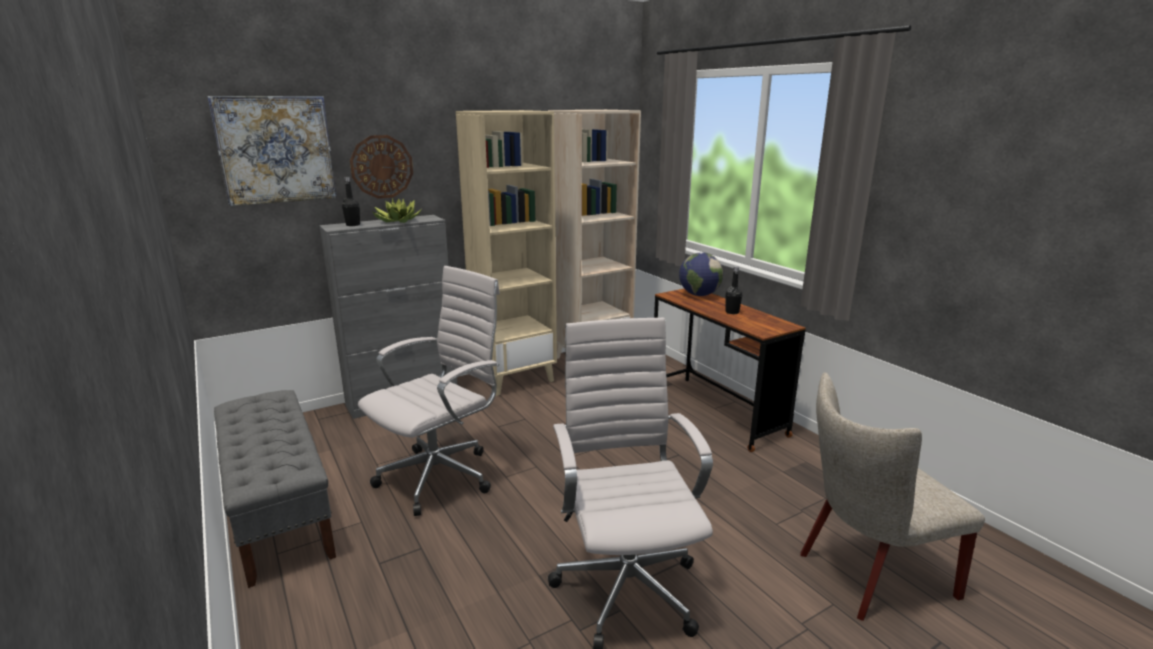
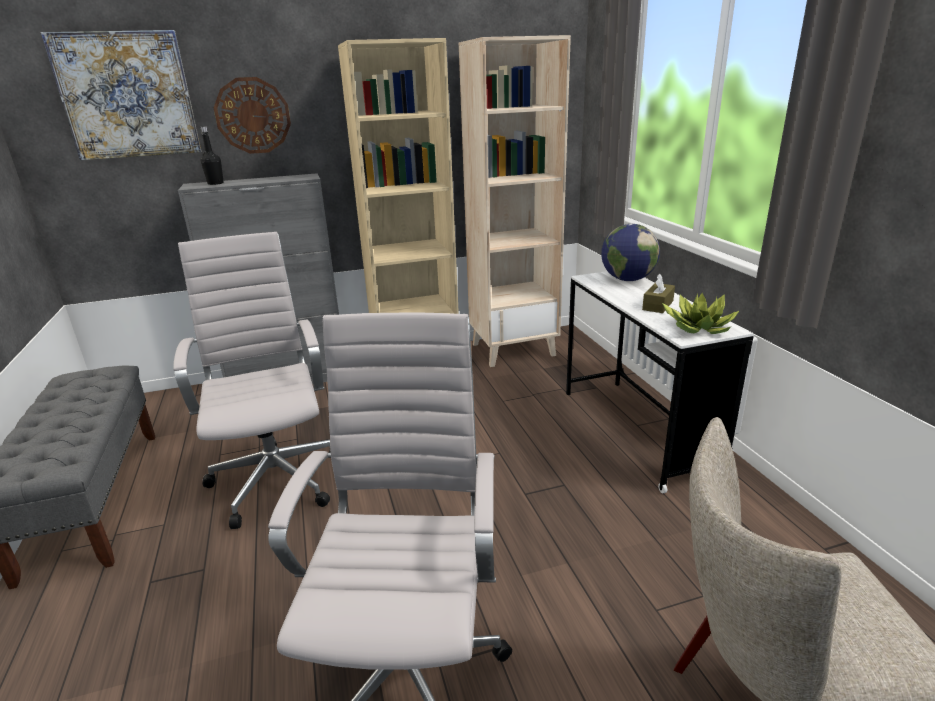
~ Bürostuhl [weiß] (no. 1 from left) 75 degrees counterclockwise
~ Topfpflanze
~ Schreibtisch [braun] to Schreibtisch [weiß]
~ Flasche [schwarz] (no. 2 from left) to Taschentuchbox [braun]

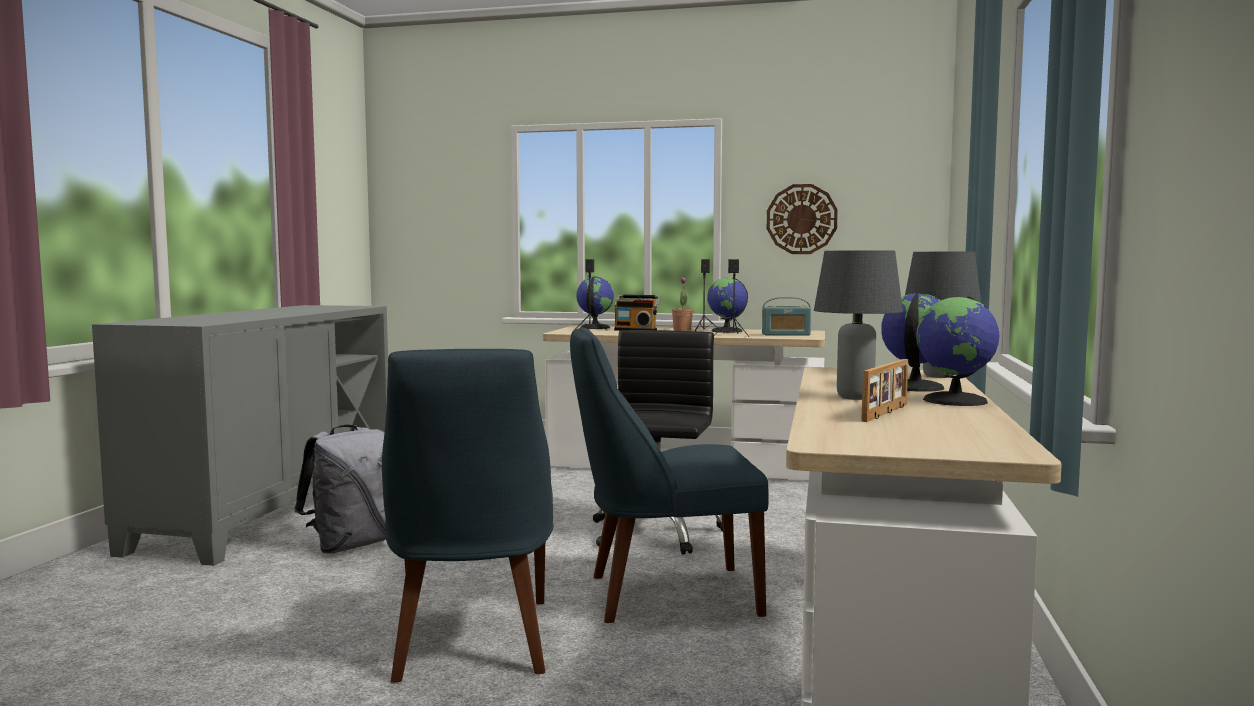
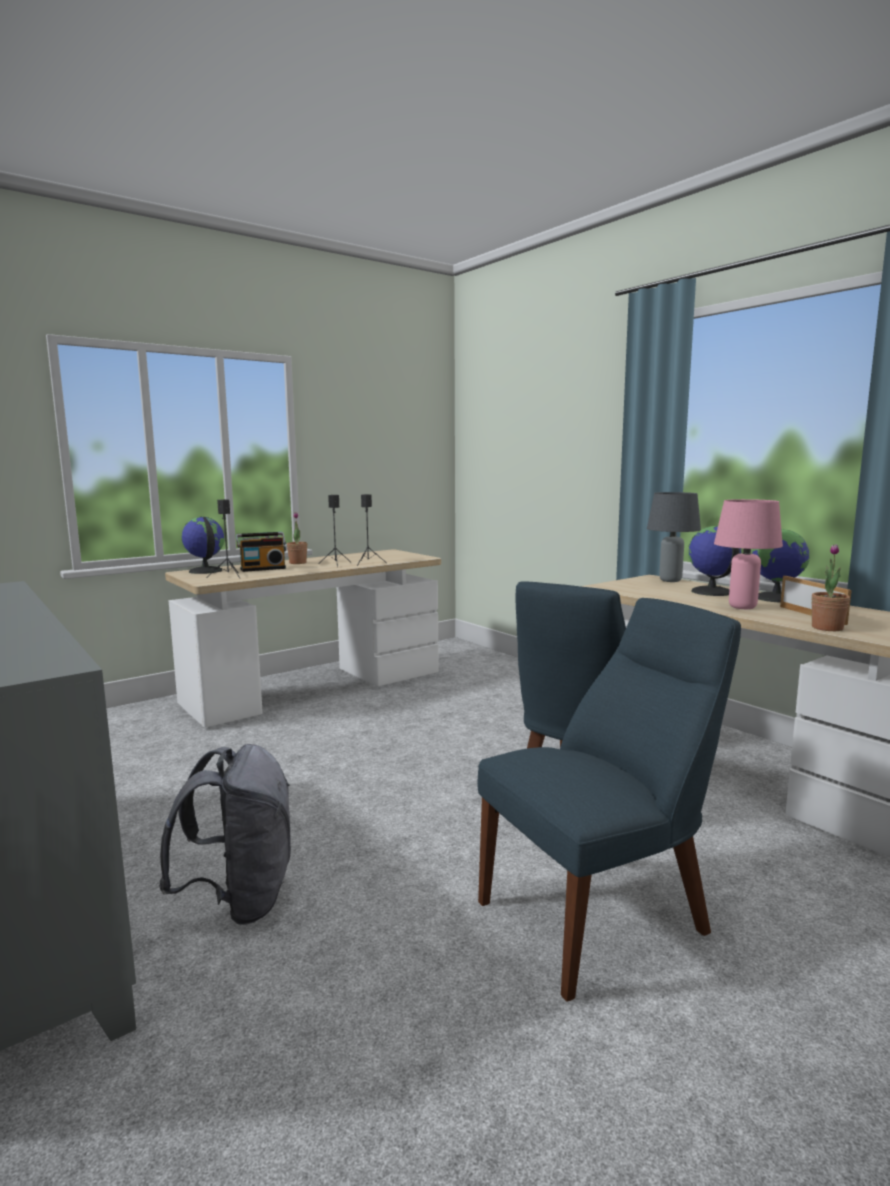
~ Stuhl [blau] (no. 1 from left in the first image) 60 degrees counterclockwise
- Bürostuhl [schwarz]
- Globus (no. 2 from left)
- Radio (no. 2 from left)
- Wanduhr
~ Tischlampe [grau] (no. 1 from left) to Tischlampe [rosa]
+ Topfpflanze (no. 2 from left)

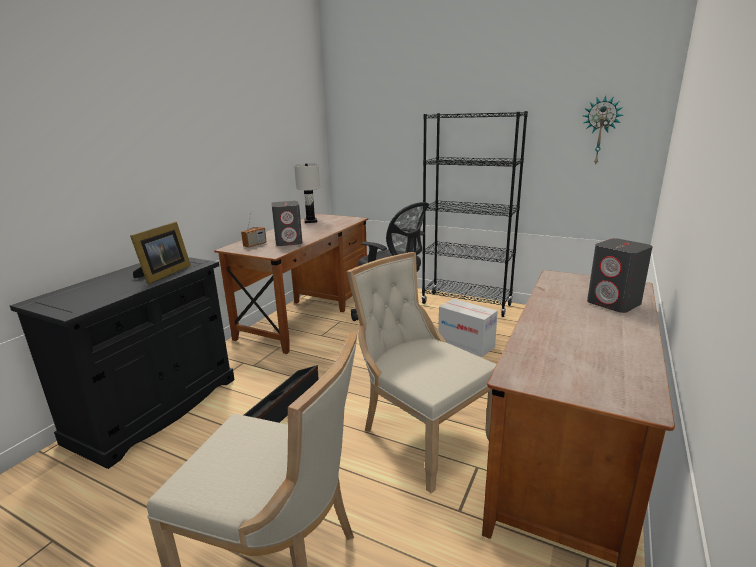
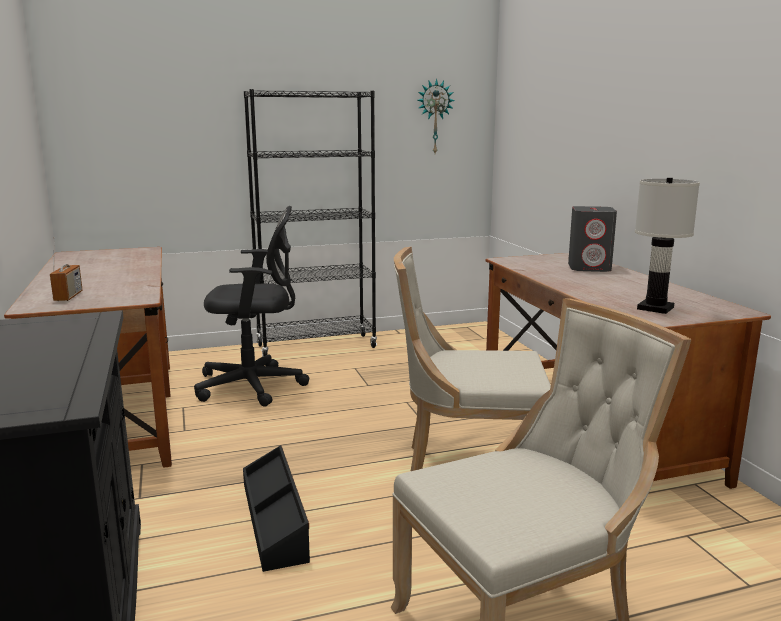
- Bilderrahmen
- Lautsprecher [grau] (no. 1 from left)
~ Tischlampe [weiß]
- Karton

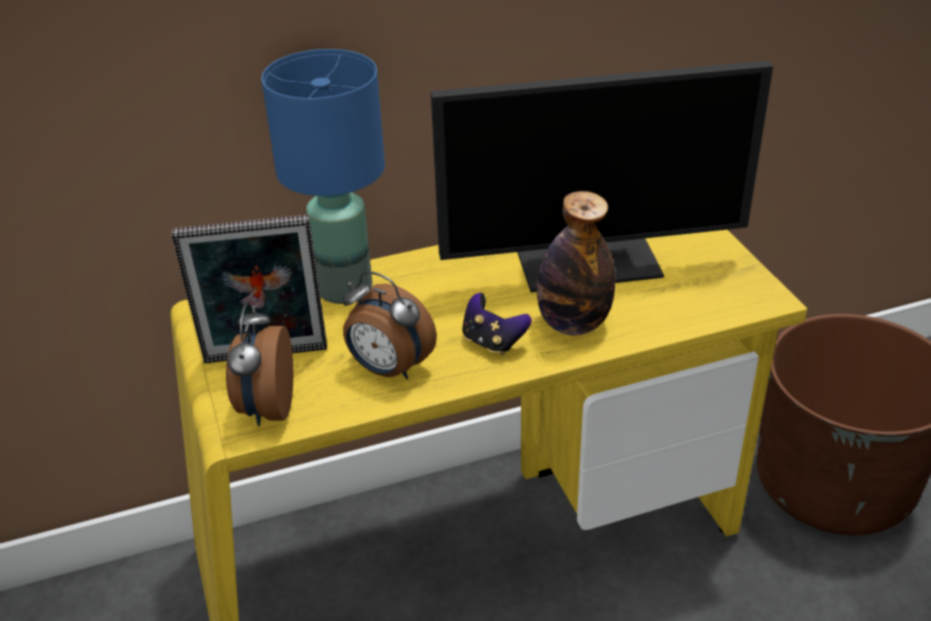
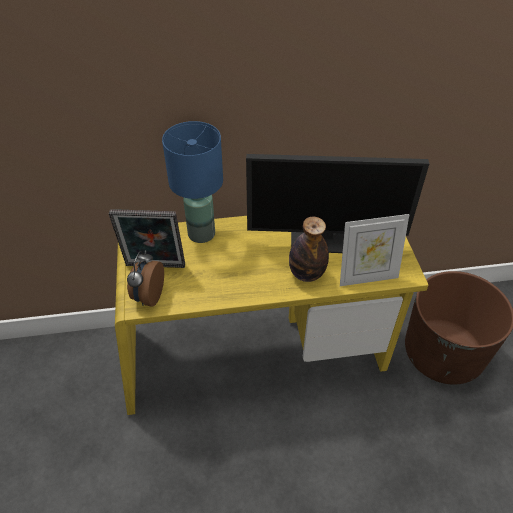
- Wecker (no. 2 from left)
- Gamepad
+ Bilderrahmen (no. 2 from left)

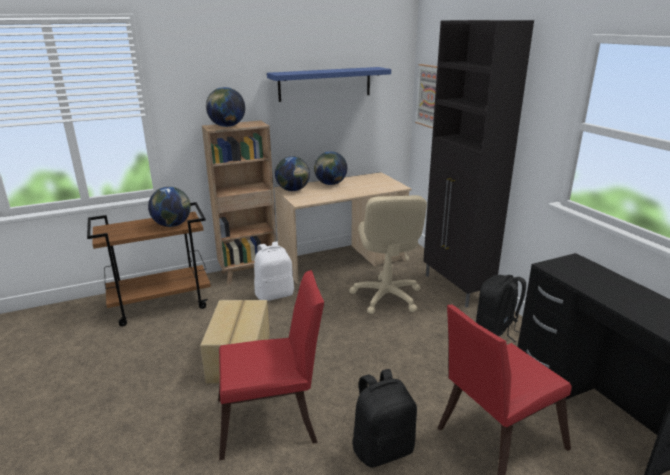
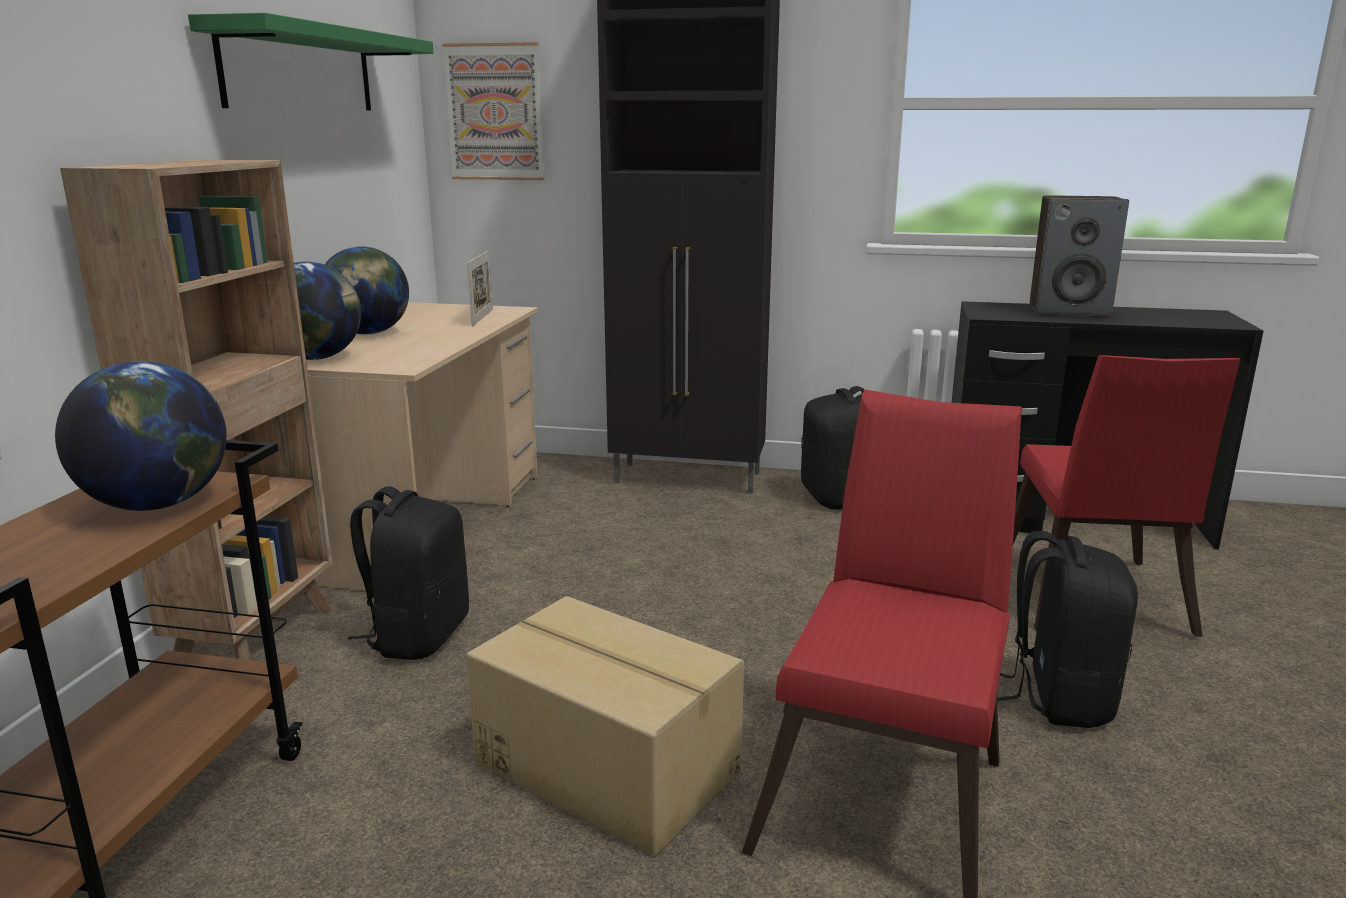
- Globus (no. 2 from left)
~ Rucksack [weiß] to Rucksack [schwarz] (no. 1 from left)
~ Wandregal [blau] to Wandregal [grün]
- Bürostuhl [beige]
+ Bilderrahmen
+ Lautsprecher

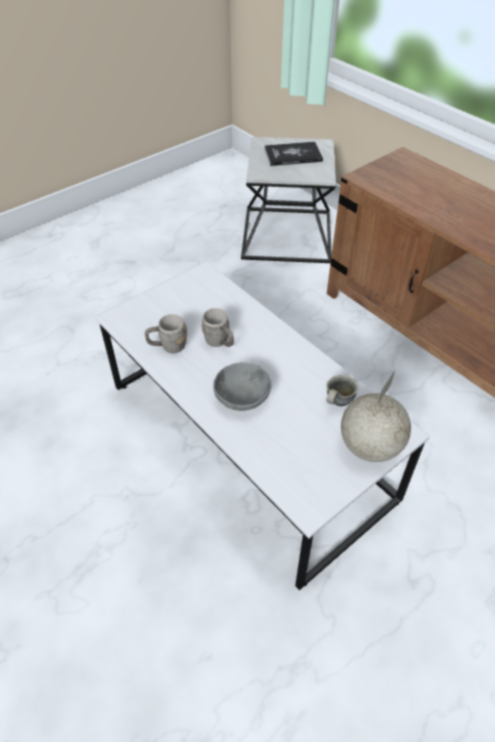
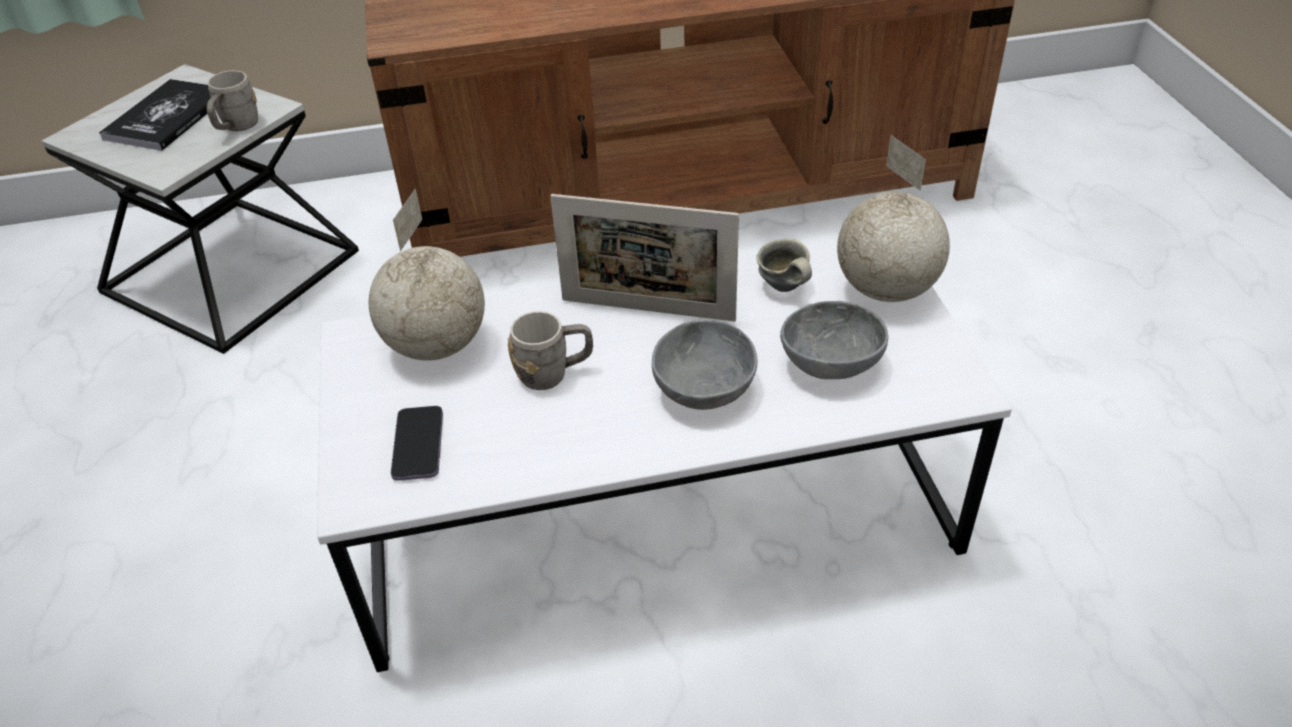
~ Henkelbecher [grau] (no. 1 from left)
+ Globus (no. 1 from left)
+ Handy
+ Bilderrahmen
+ Schüssel [grau] (no. 2 from left)

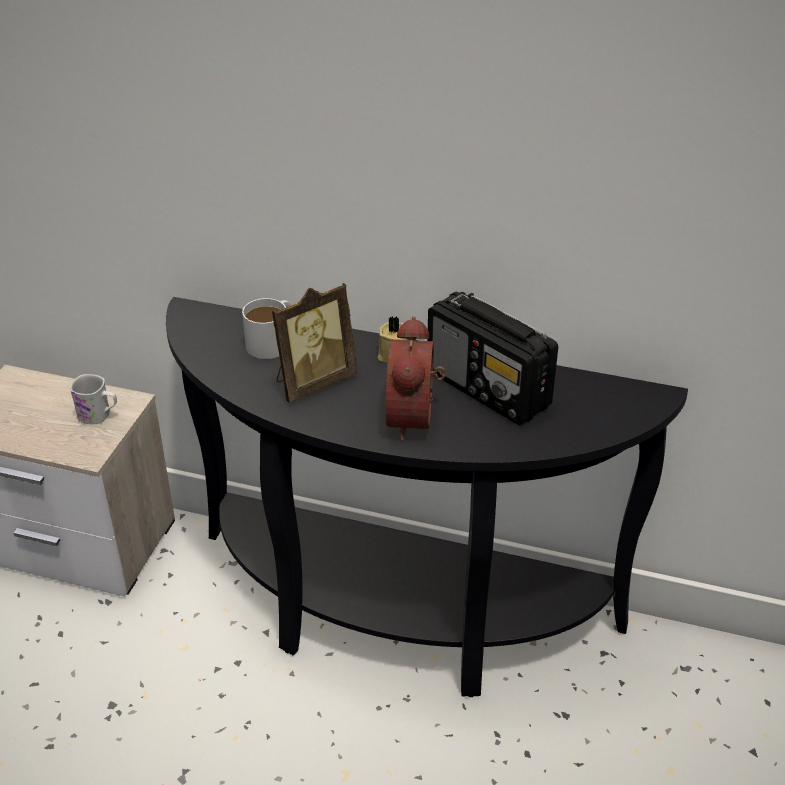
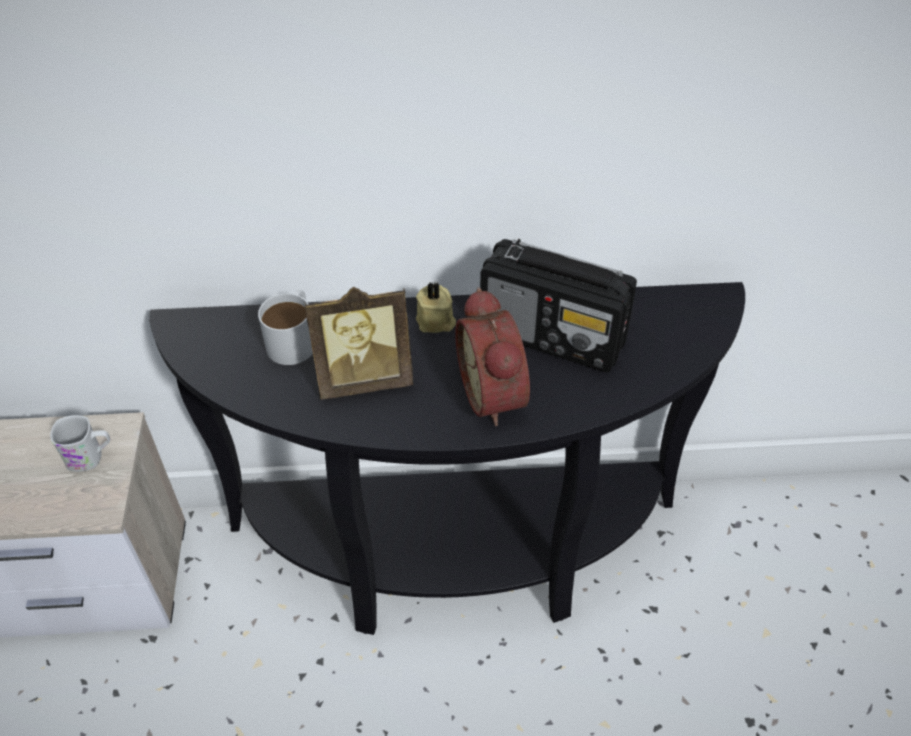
~ Bilderrahmen 45 degrees clockwise

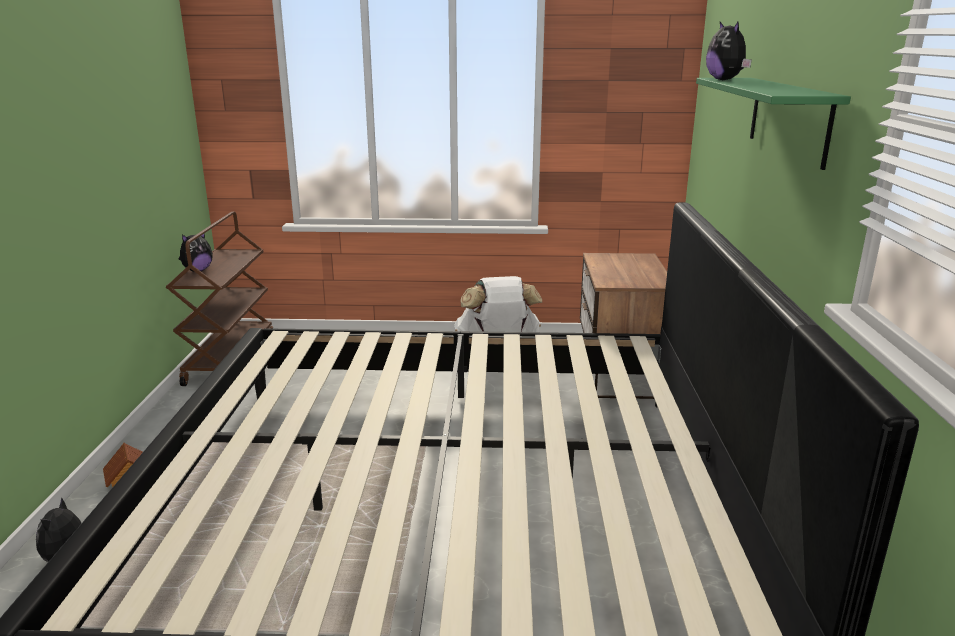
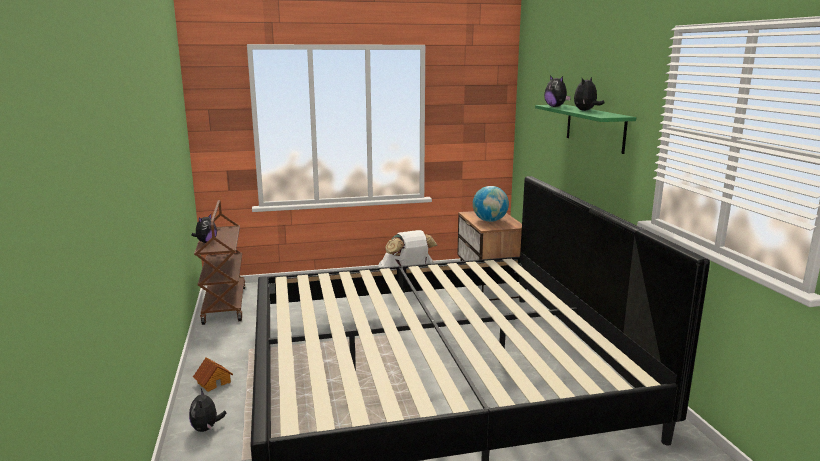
+ Globus
+ Plüschtier (no. 4 from left)

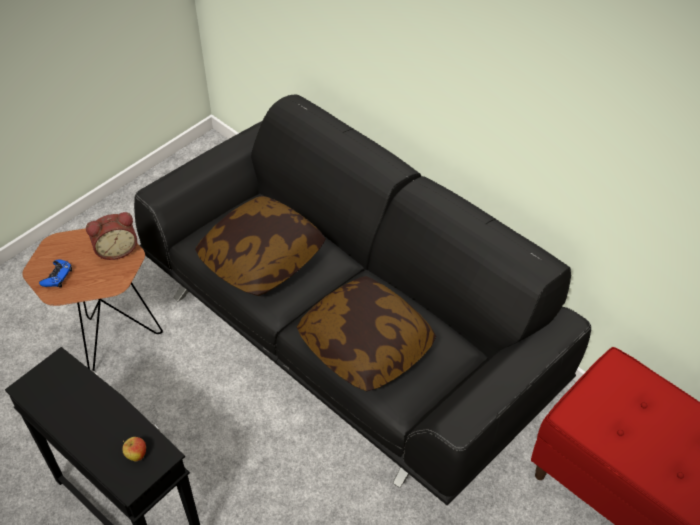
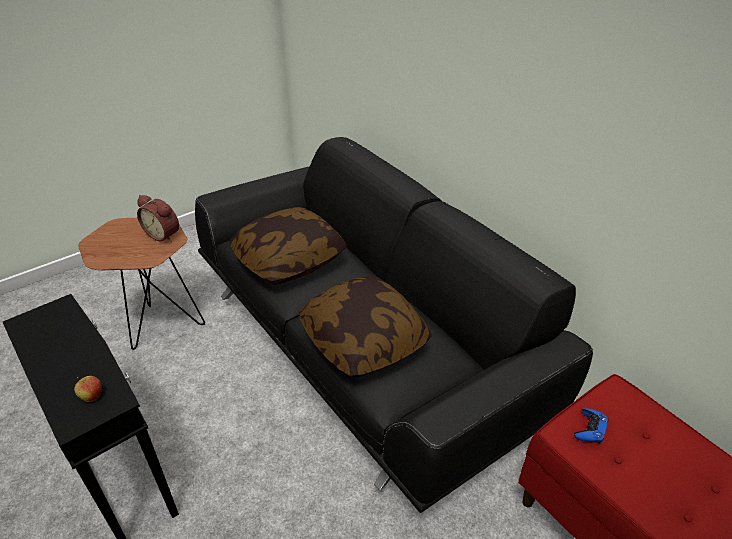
~ Gamepad [blau]
~ Wecker 45 degrees clockwise

